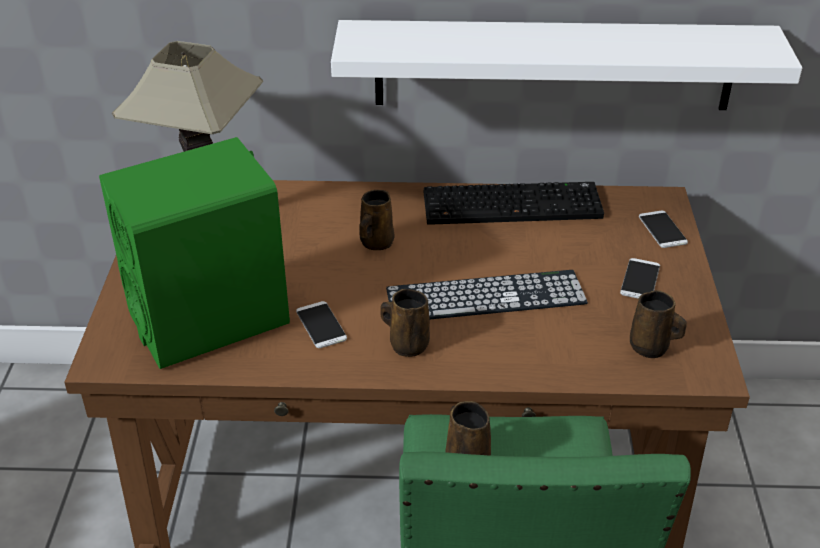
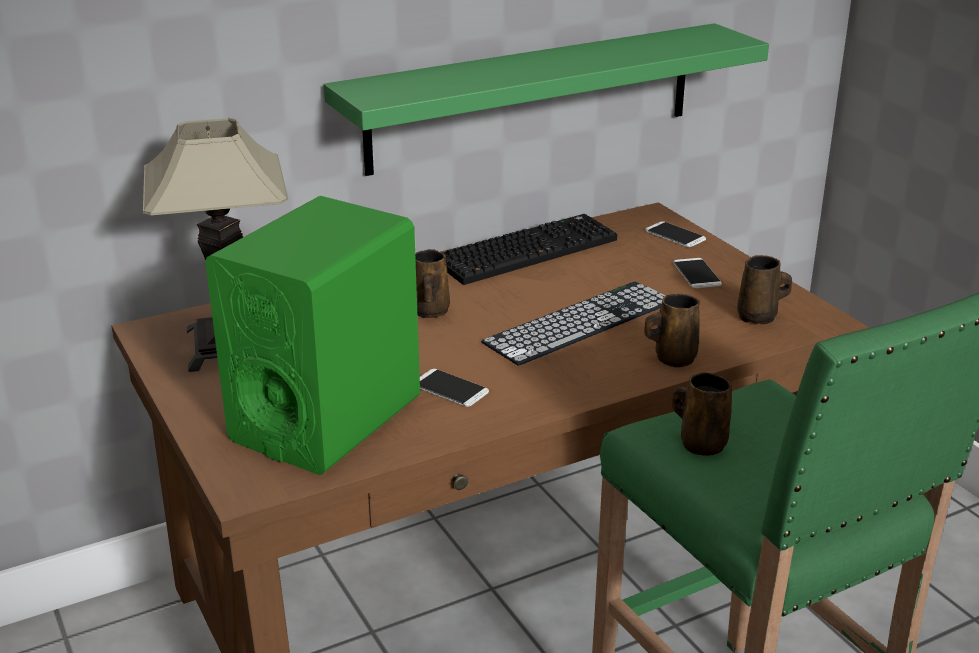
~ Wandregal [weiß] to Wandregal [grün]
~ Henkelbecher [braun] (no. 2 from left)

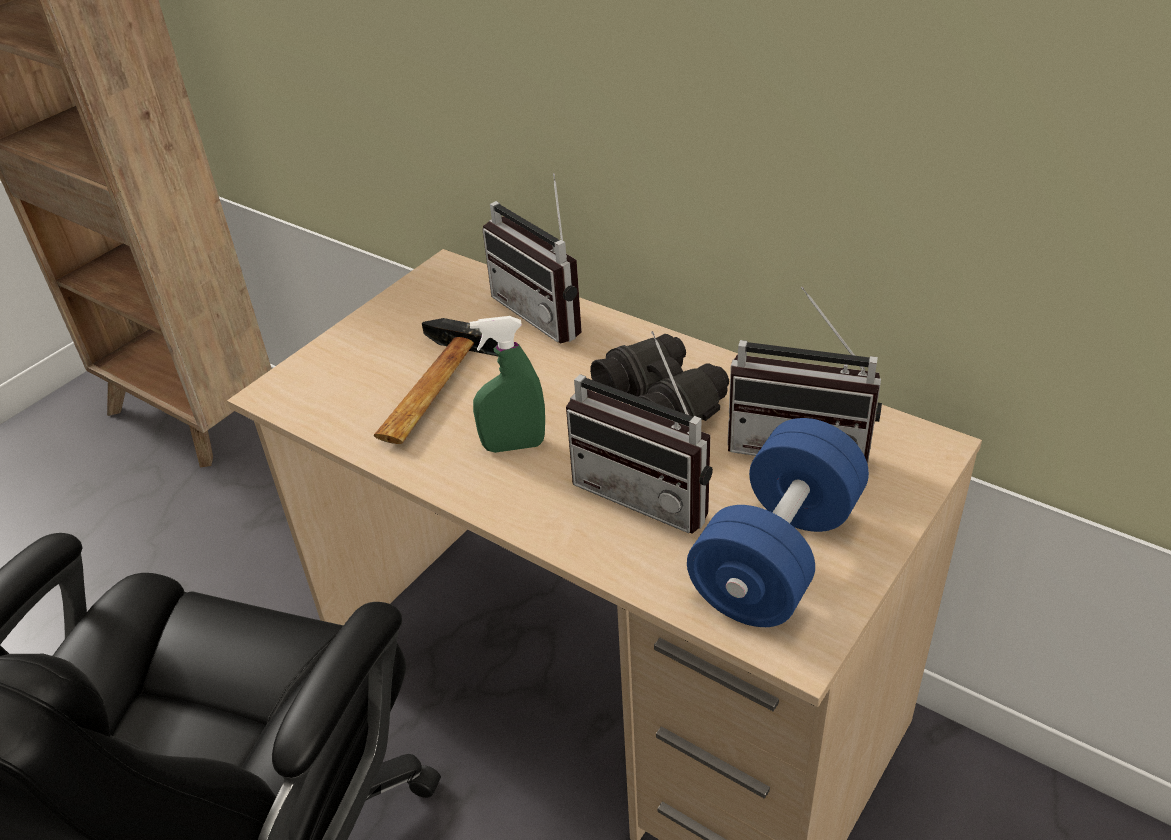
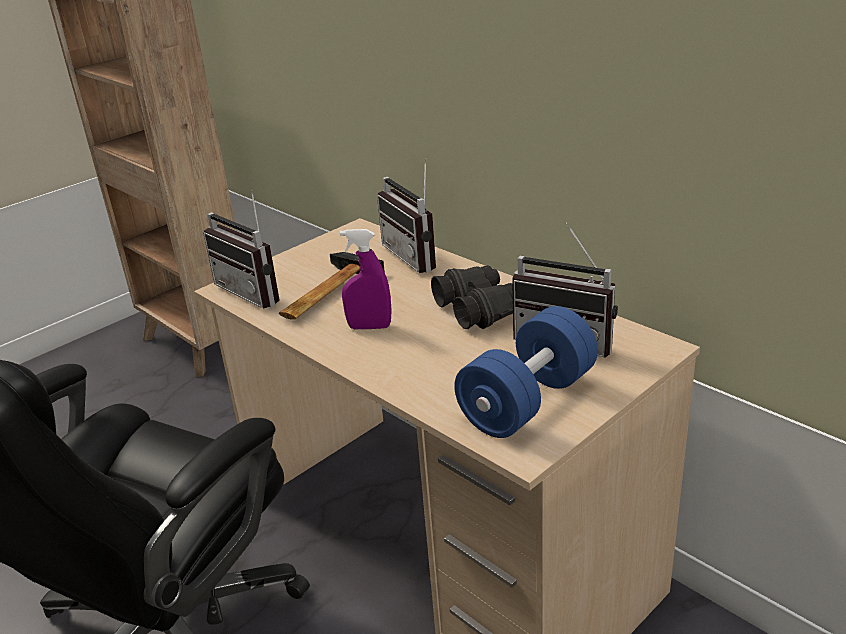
~ Sprühflasche [grün] to Sprühflasche [lila]
~ Radio (no. 2 from left in the first image) to Radio (no. 1 from left)

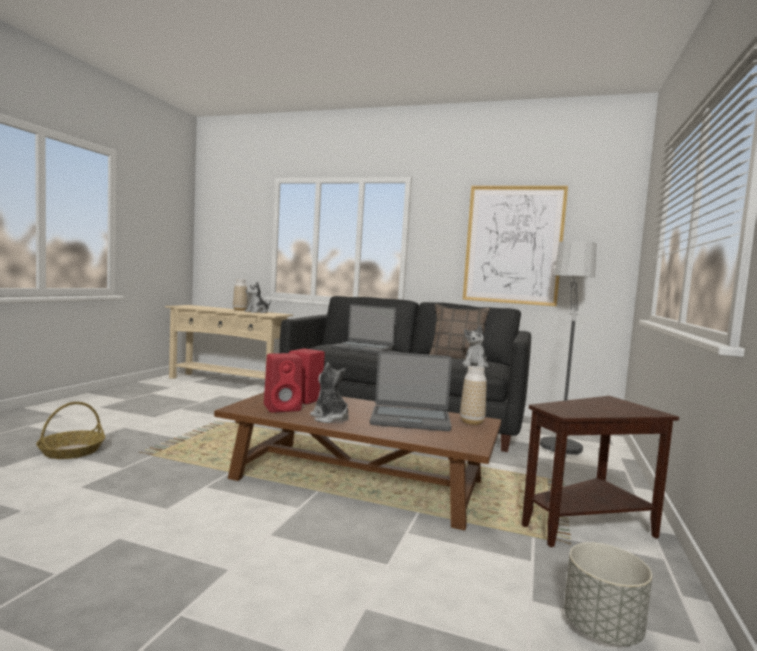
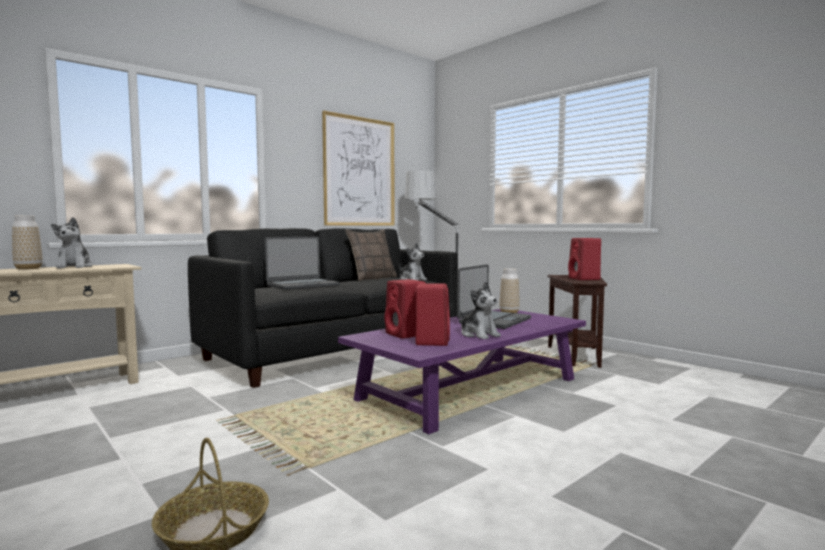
~ Couchtisch [braun] to Couchtisch [lila]
~ Plüschtier (no. 2 from left in the first image) 120 degrees counterclockwise
- Pflanzkübel [grau]
+ Lautsprecher [rot] (no. 3 from left)

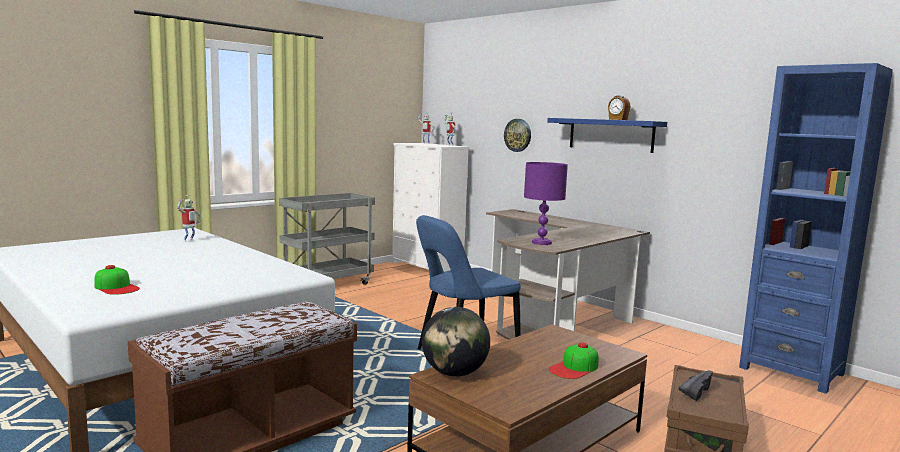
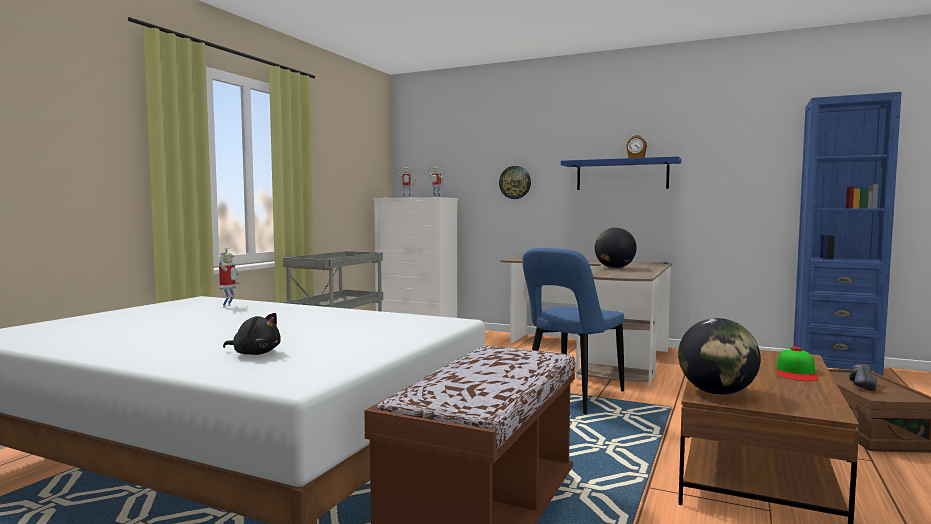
~ Kappe (no. 1 from left) to Plüschtier [schwarz]
- Tischlampe [lila]
+ Globus (no. 1 from left)

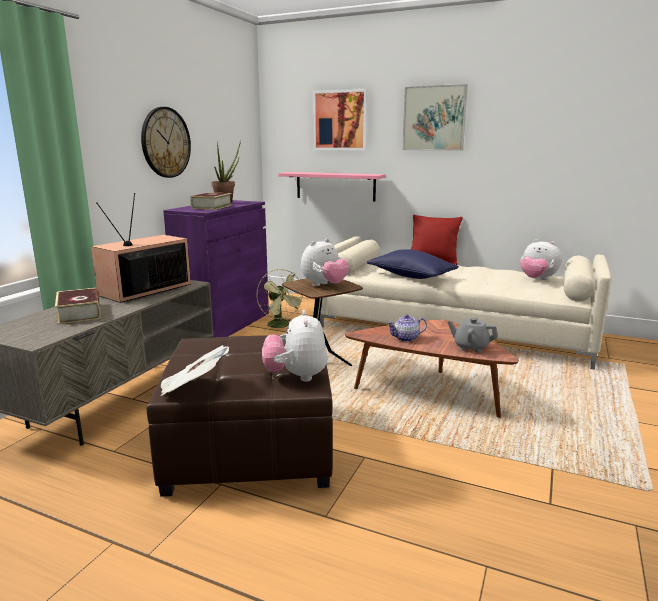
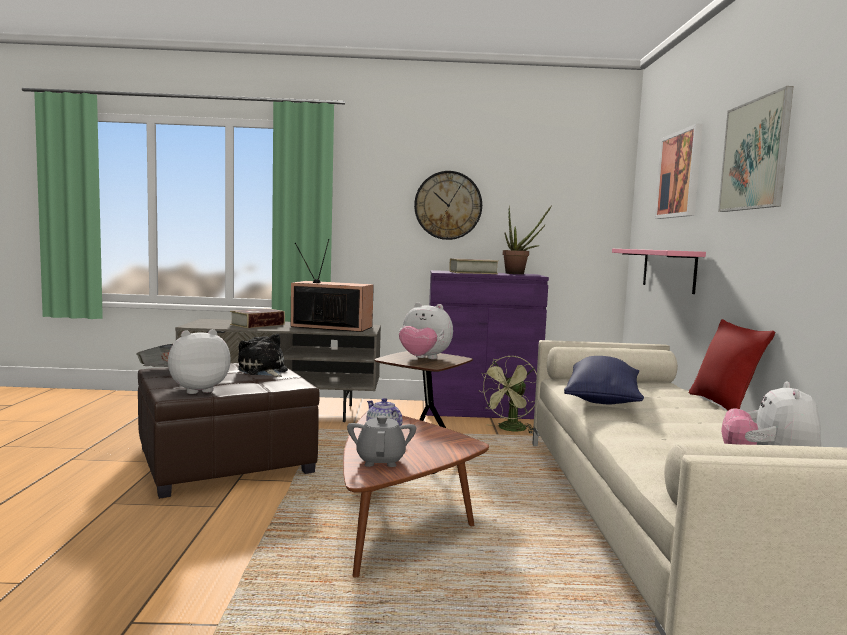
+ Plüschtier (no. 2 from left)

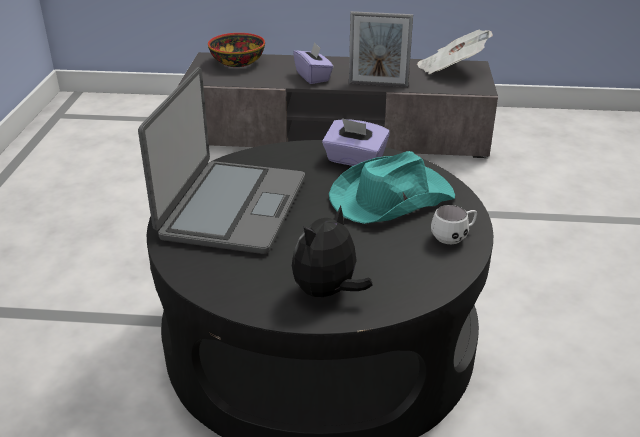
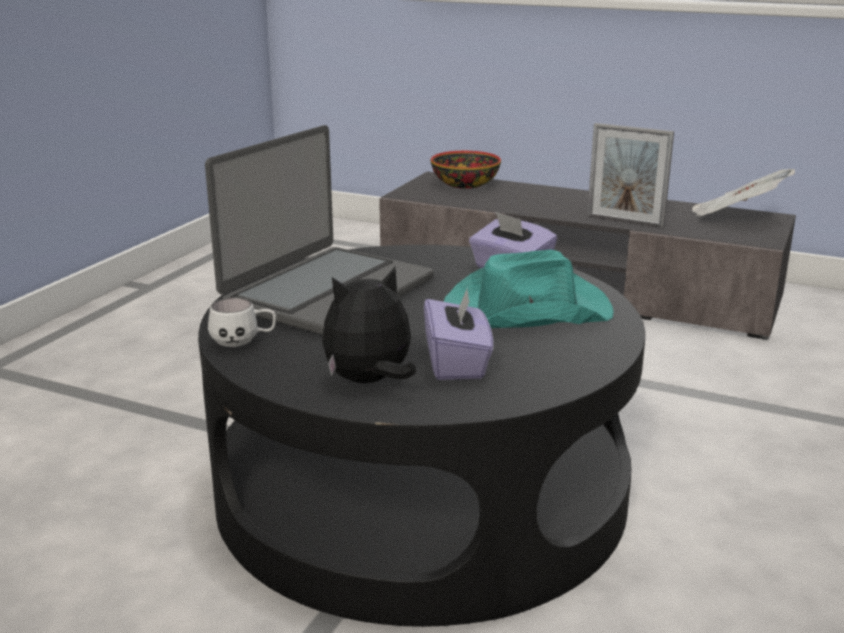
~ Taschentuchbox [lila] (no. 1 from left)
~ Henkelbecher [weiß]

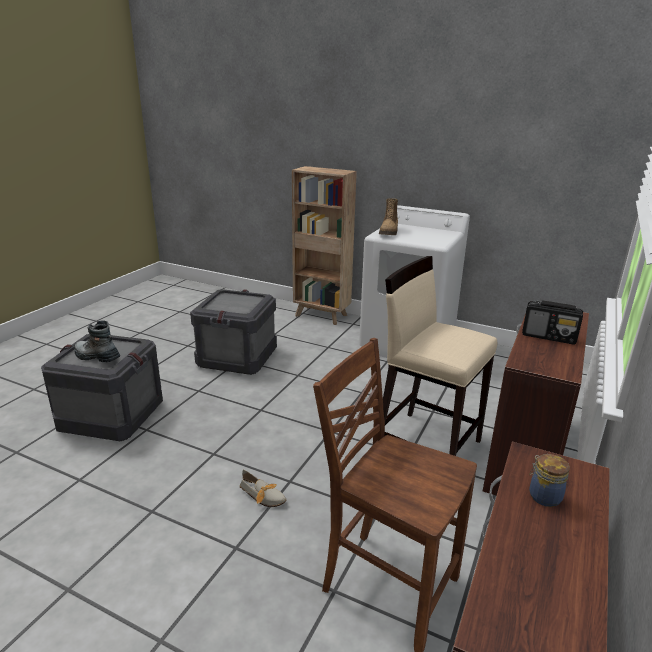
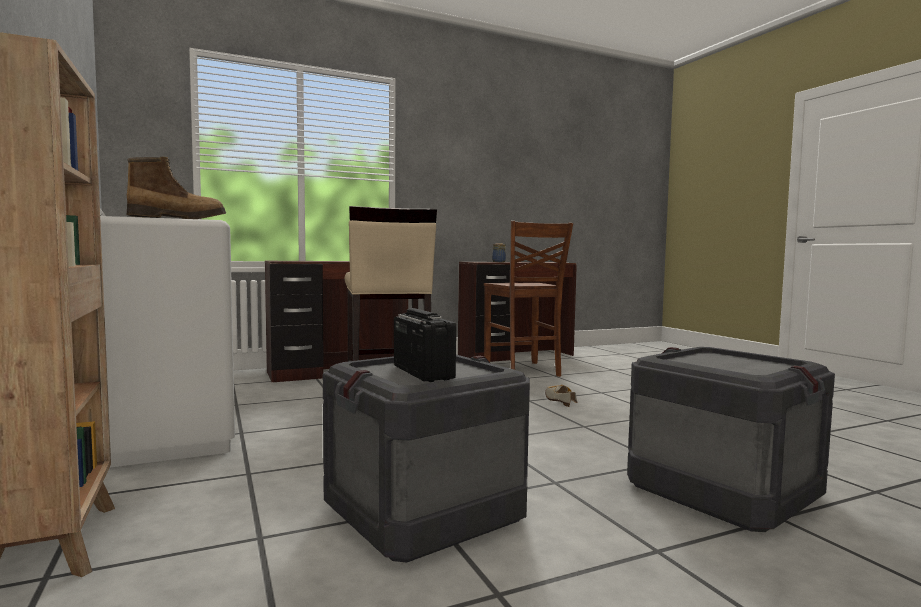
- Stiefel (no. 1 from left)
~ Radio

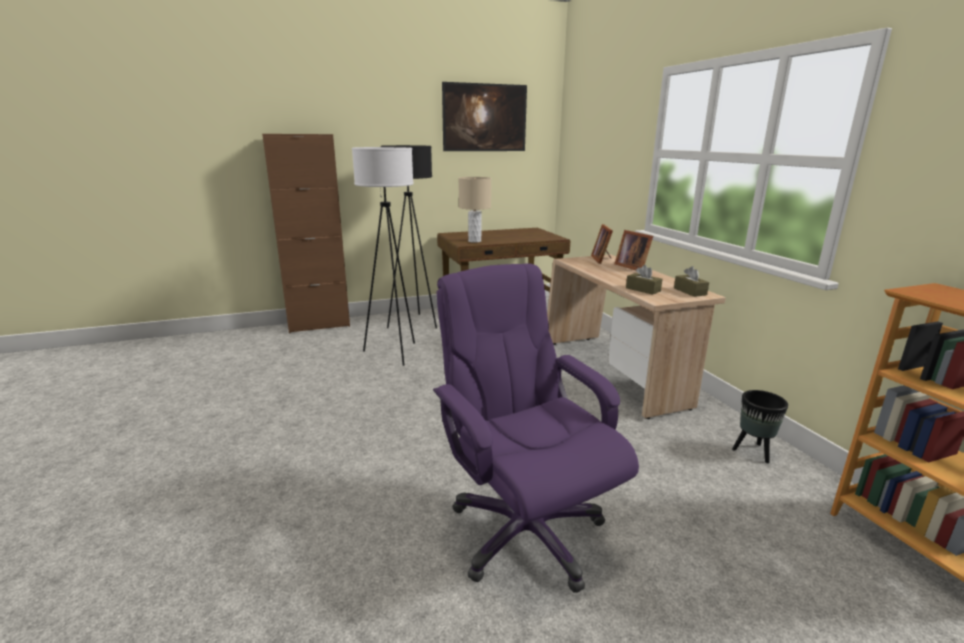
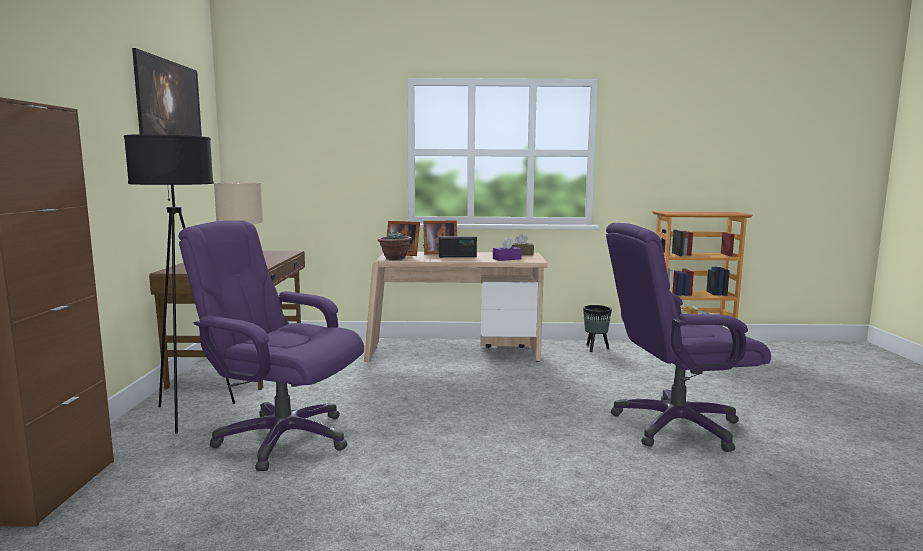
~ Stehlampe [weiß] to Bürostuhl [lila] (no. 1 from left)
~ Taschentuchbox [braun] (no. 1 from left) to Taschentuchbox [lila]
+ Topfpflanze
+ Radio

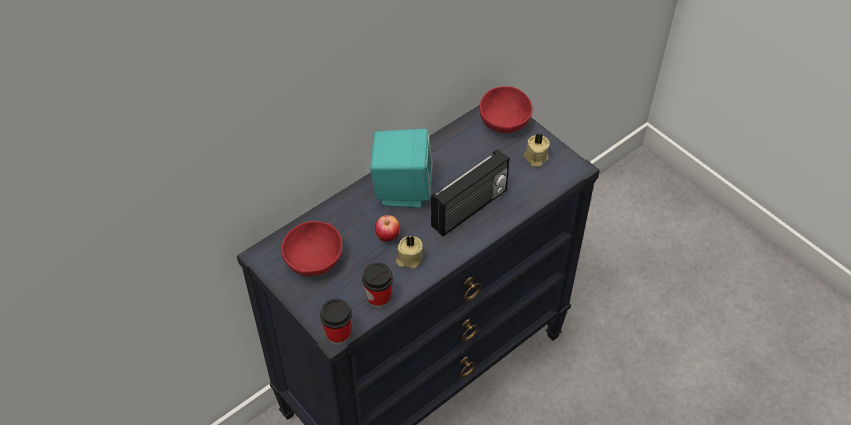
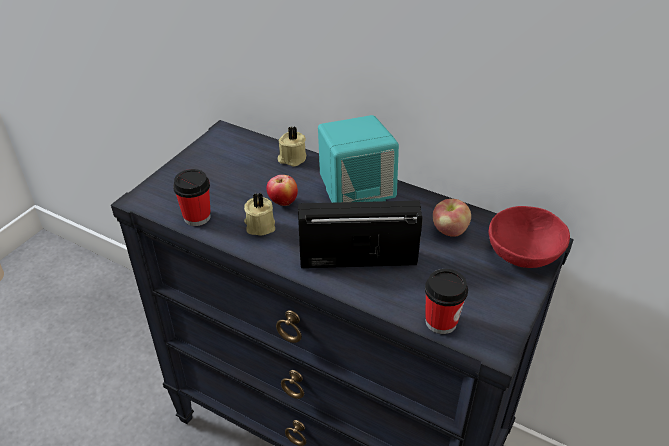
- Schüssel [rot] (no. 1 from left)
~ Tasse (no. 1 from left in the first image) to Tasse (no. 2 from left)
~ Radio 150 degrees clockwise
~ Kerze [beige] (no. 2 from left)
+ Apfel (no. 2 from left)

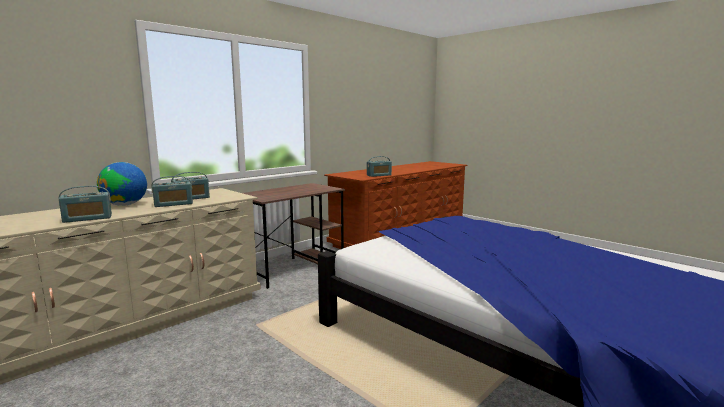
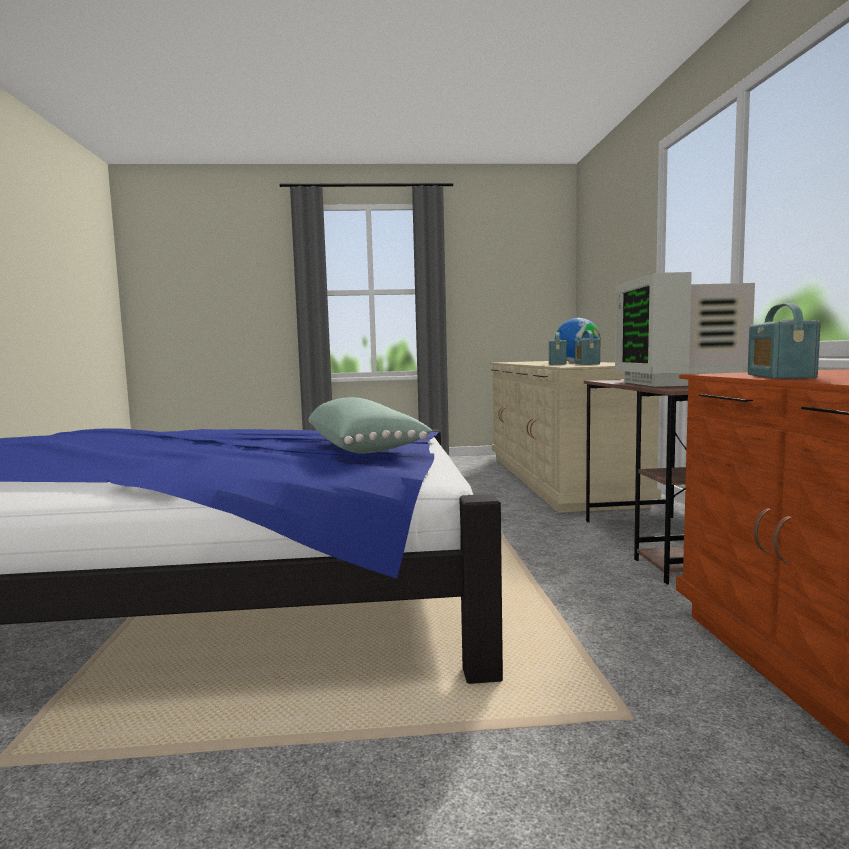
- Radio (no. 1 from left)
+ Kissen [grün]
+ Monitor

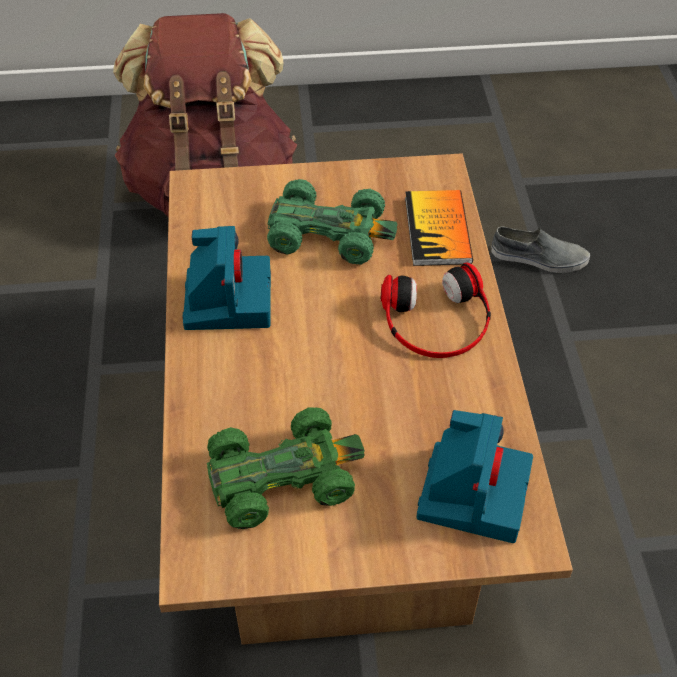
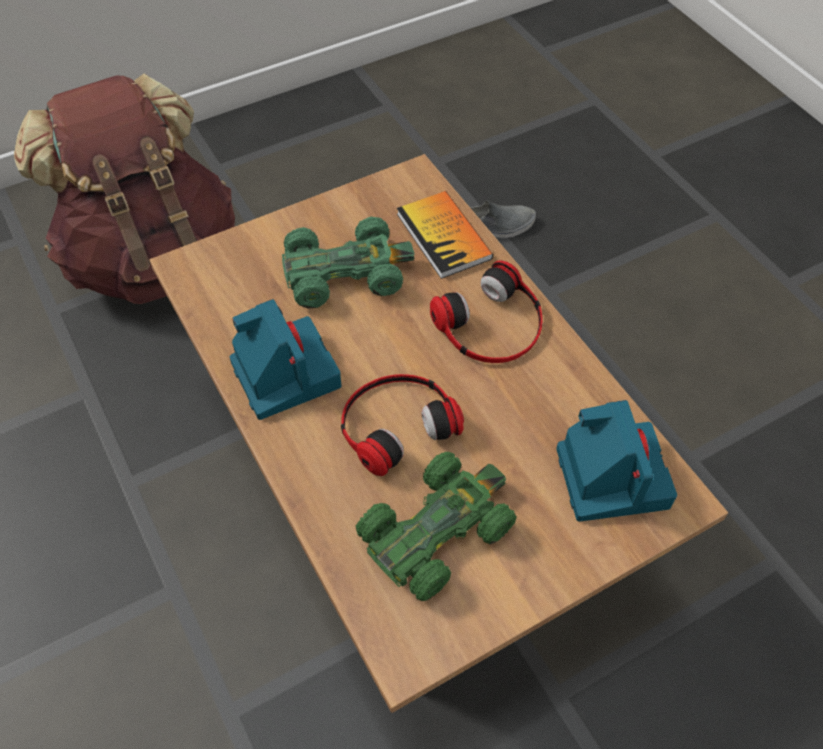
+ Kopfhörer (no. 1 from left)

